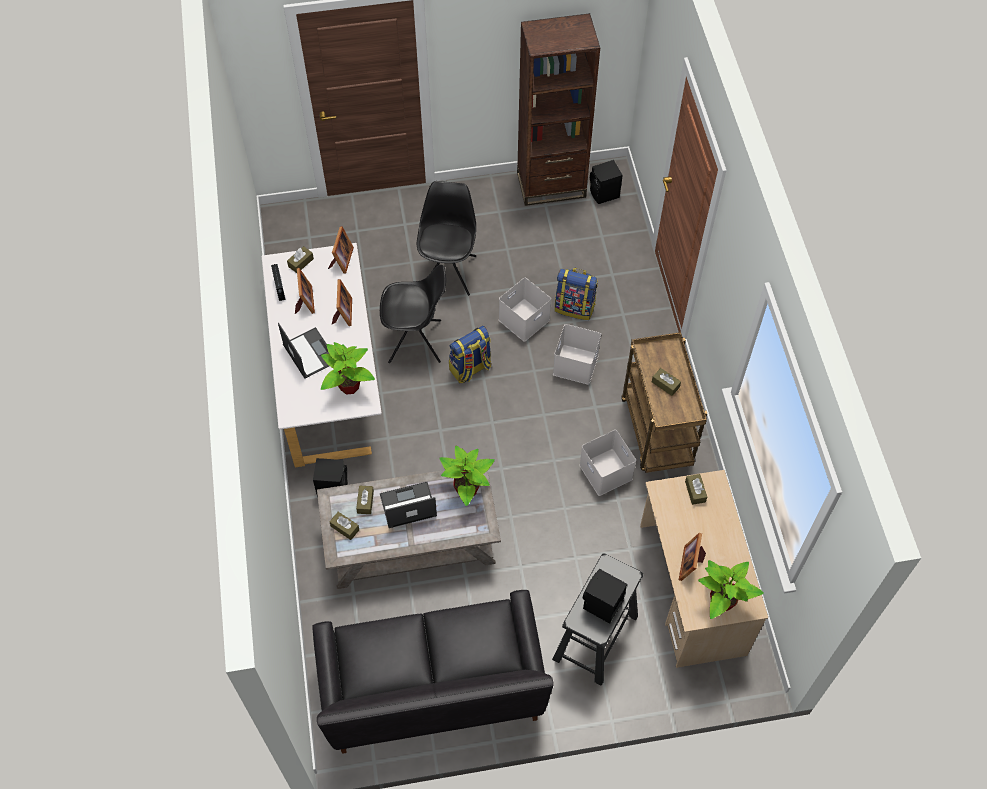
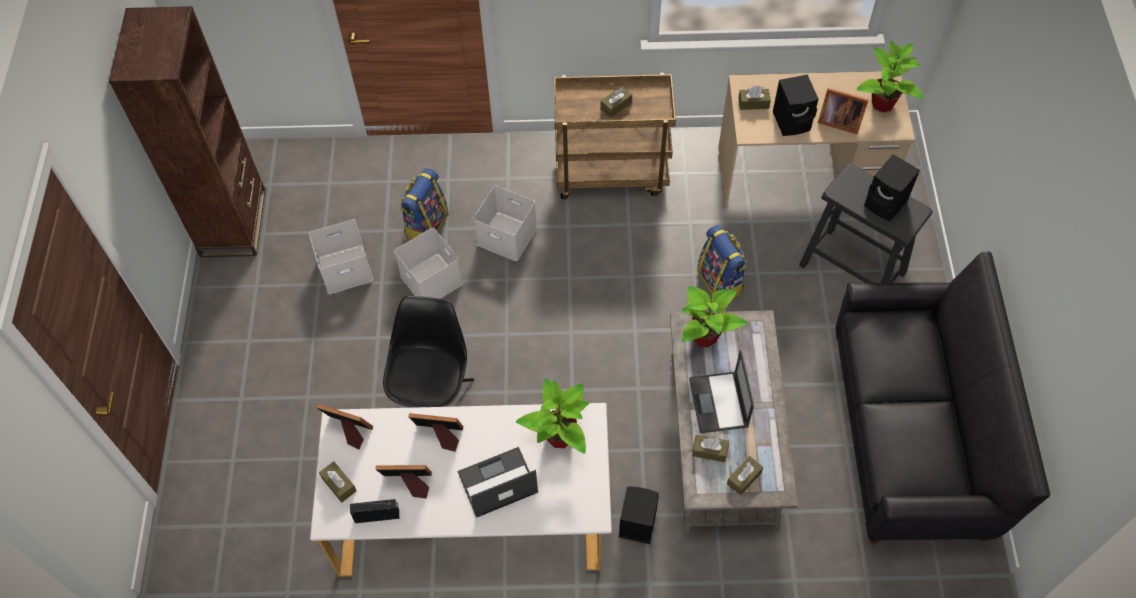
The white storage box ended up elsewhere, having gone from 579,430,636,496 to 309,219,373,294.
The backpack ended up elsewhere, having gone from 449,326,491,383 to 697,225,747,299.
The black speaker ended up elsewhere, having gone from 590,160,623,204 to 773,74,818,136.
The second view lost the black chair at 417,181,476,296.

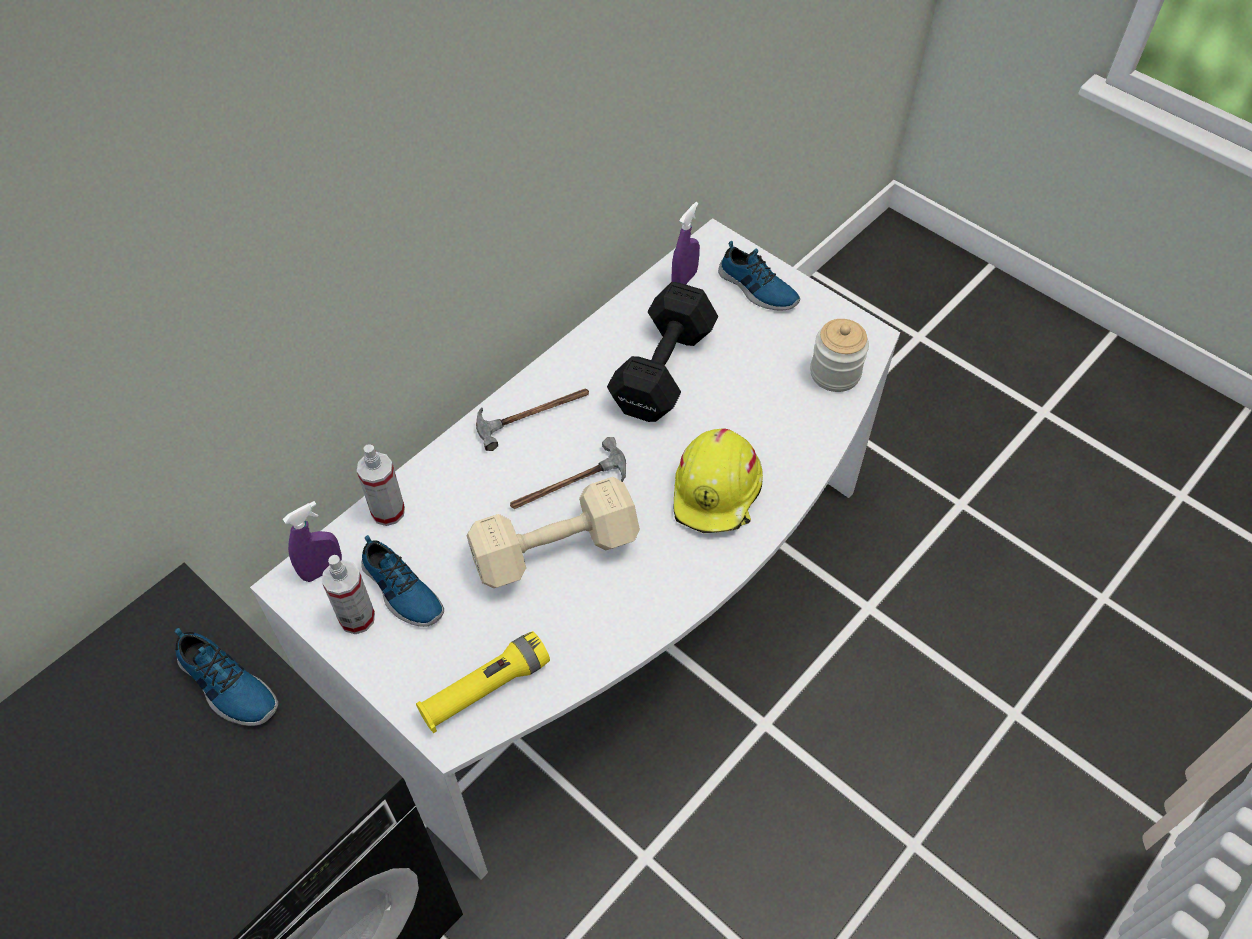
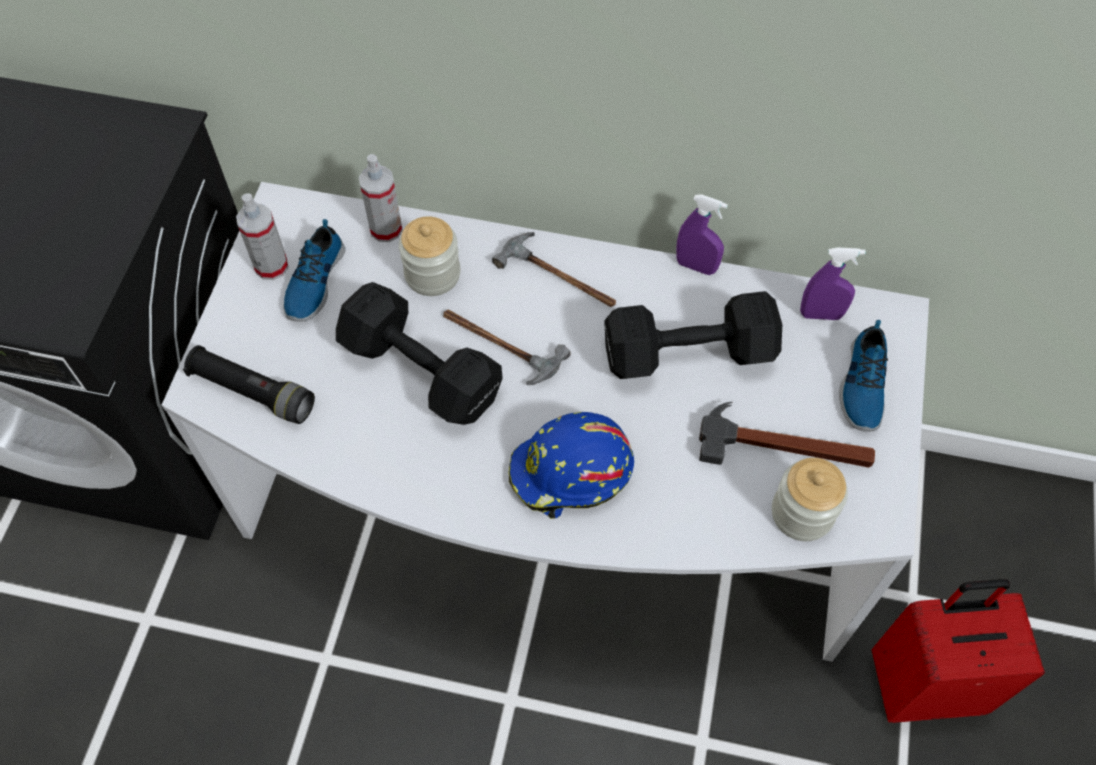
What was the yellow flashlight at 416,631,550,733 turned into the black flashlight at 183,345,315,424.
What was the beige dumbbell at 467,477,640,588 turned into the black dumbbell at 336,282,503,425.
The second view gained the jar at 399,216,460,296.
What was the yellow hard hat at 674,429,763,533 turned into the blue hard hat at 509,412,634,519.
The purple spray bottle ended up elsewhere, having gone from 283,501,342,582 to 676,195,728,275.
The second view gained the hammer at 699,402,875,468.
The second view gained the red suitcase at 872,579,1045,723.
The second view lost the shoe at 175,628,278,726.

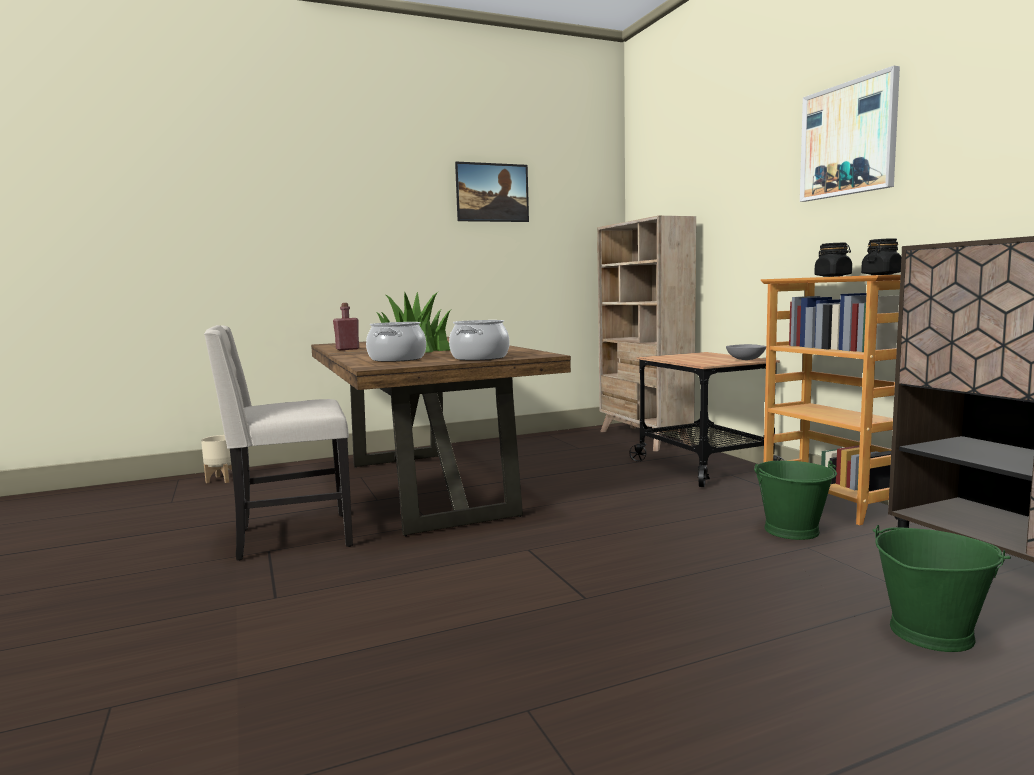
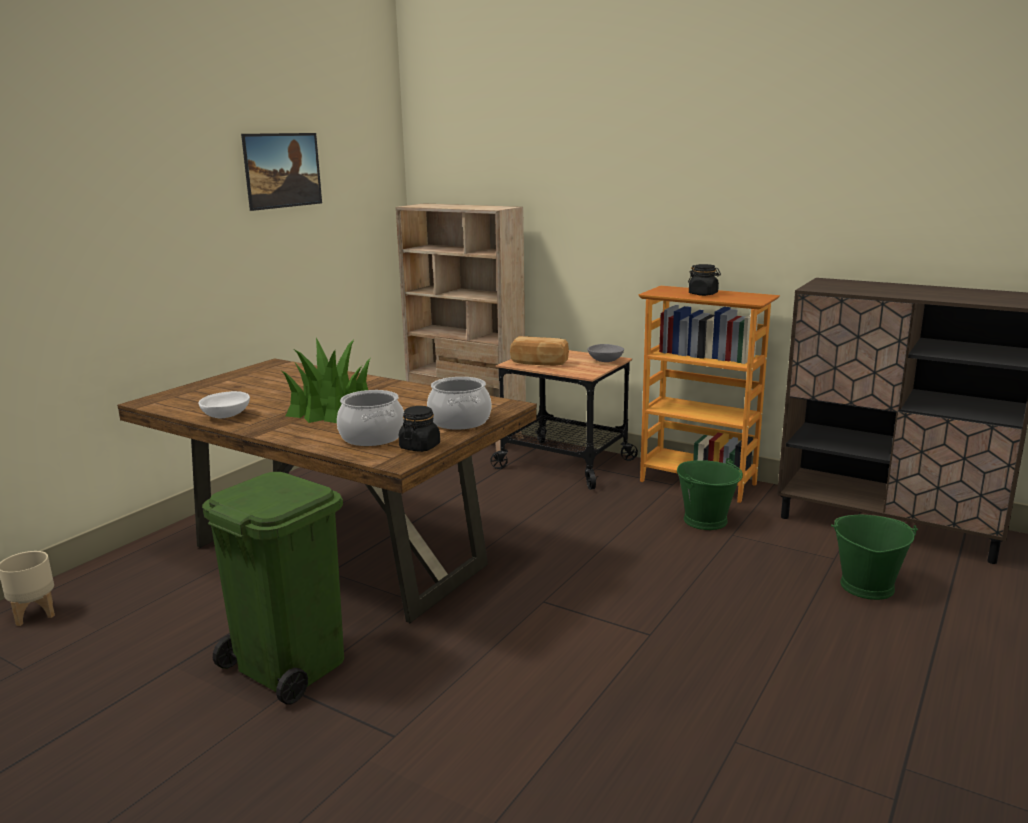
Where the red bottle stood at 333,303,359,350, the white bowl came to stand at 198,391,250,419.
Where the beige chair stood at 204,325,353,561, the green trash can came to stand at 202,472,344,705.
The black jar ended up elsewhere, having gone from 861,238,901,275 to 399,406,440,452.
The second view gained the bread at 510,336,569,366.
The second view lost the picture at 800,66,900,202.

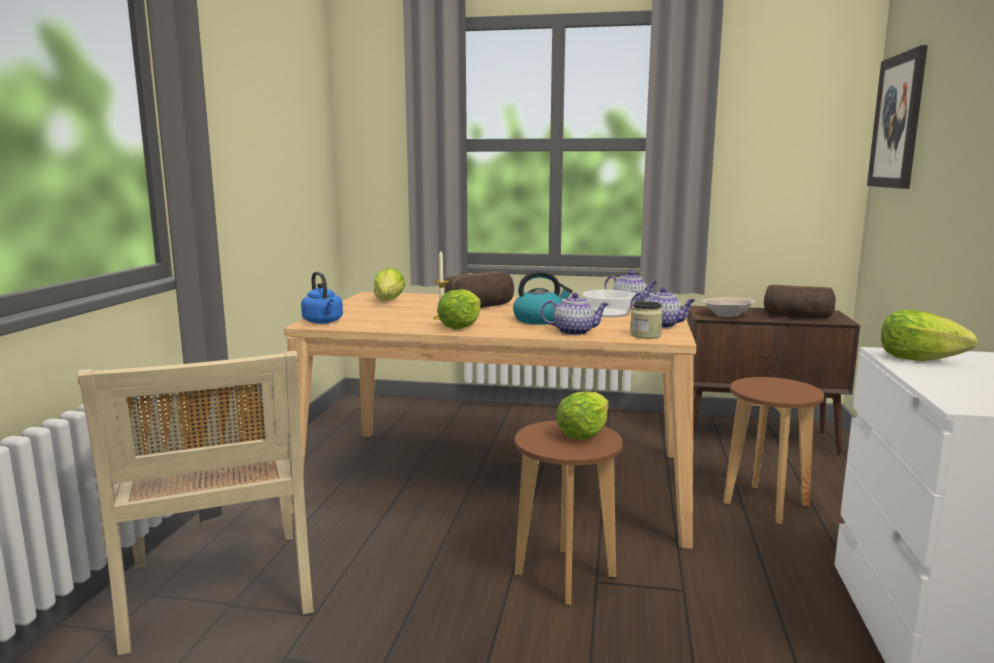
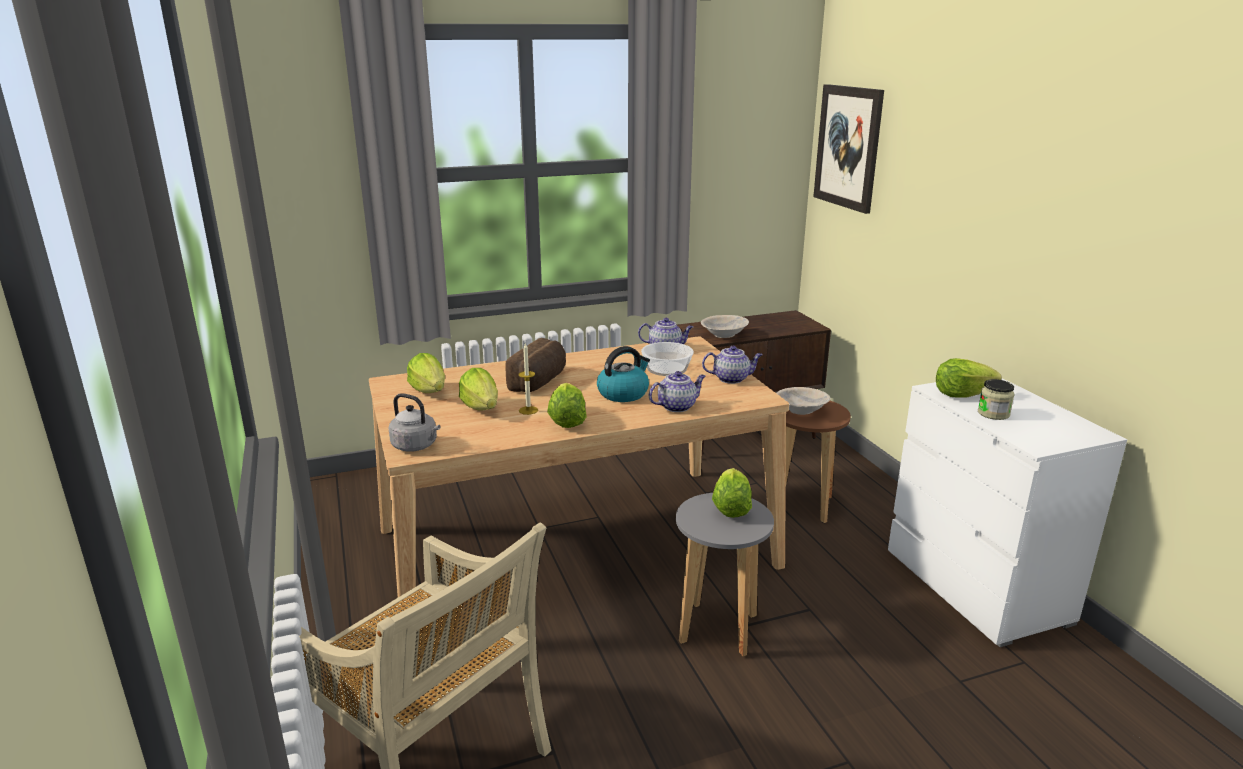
What was the blue kettle at 301,272,343,324 turned into the grey kettle at 389,393,440,452.
The second view gained the lettuce at 459,368,498,411.
What was the brown stool at 515,420,623,605 turned into the grey stool at 676,493,774,656.
The second view gained the beige bowl at 776,387,830,415.
The jar ended up elsewhere, having gone from 630,301,663,339 to 978,379,1014,420.
The second view lost the bread at 764,285,836,318.

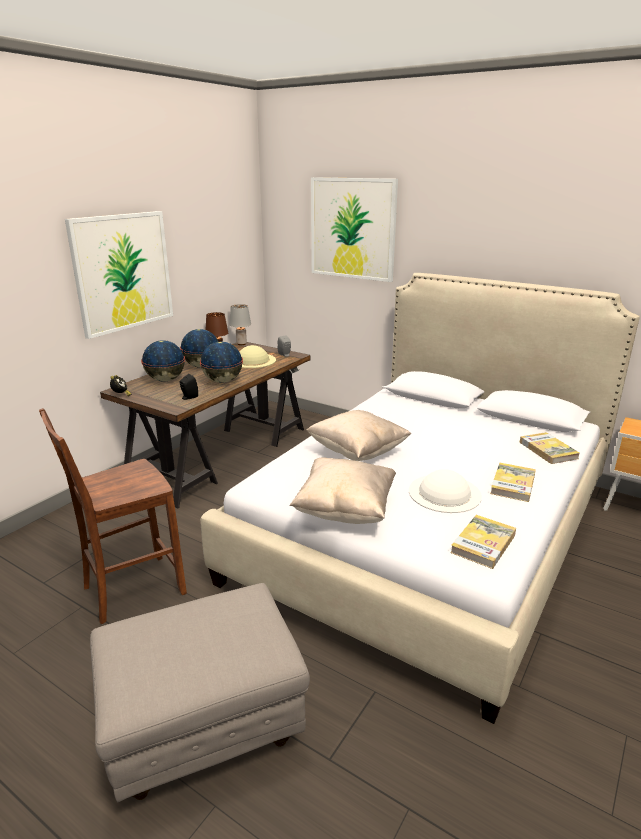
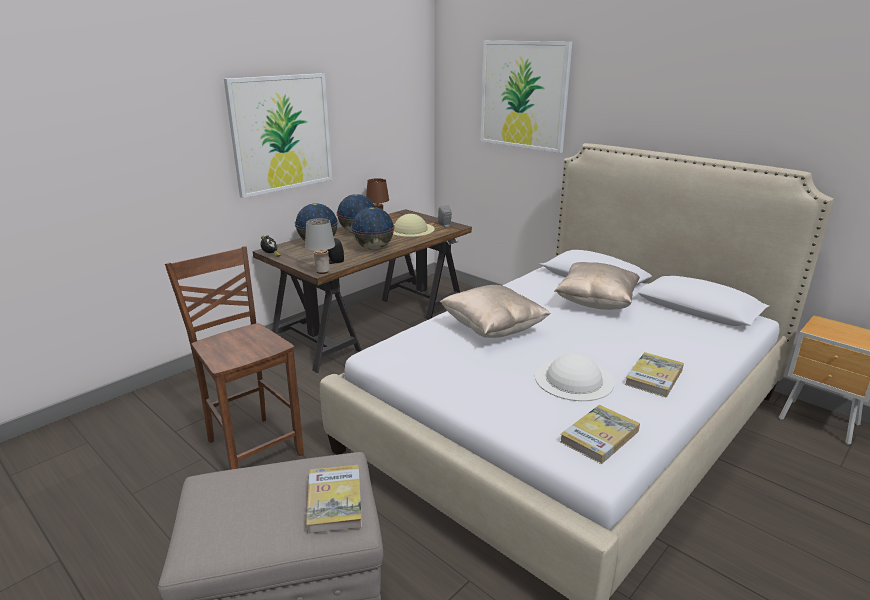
The brown chair at 39,408,187,624 ended up facing another way, 75 degrees clockwise from before.
The grey table lamp ended up elsewhere, having gone from 229,304,251,345 to 305,218,335,274.
The book ended up elsewhere, having gone from 520,432,579,464 to 306,465,362,534.
The beige pillow ended up elsewhere, having gone from 289,458,396,524 to 554,262,640,310.

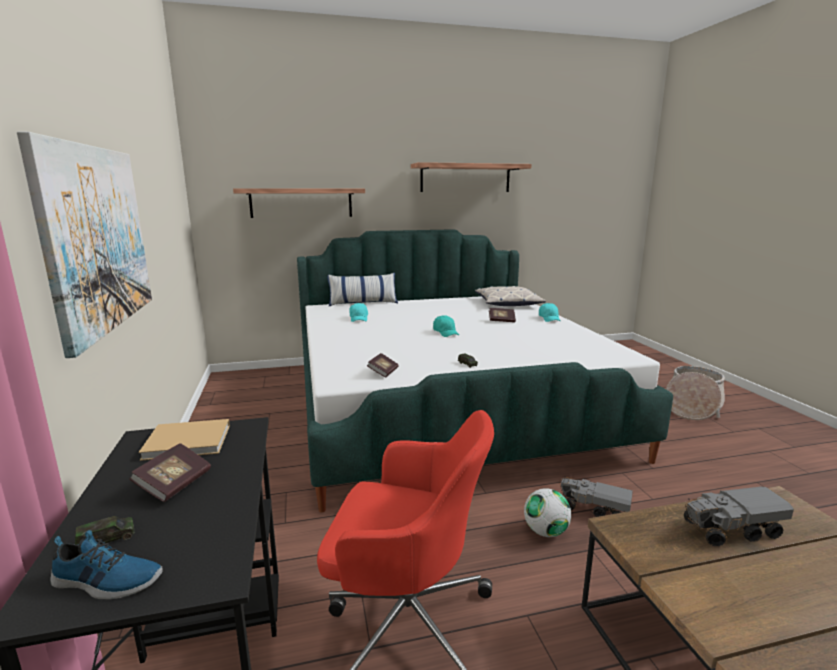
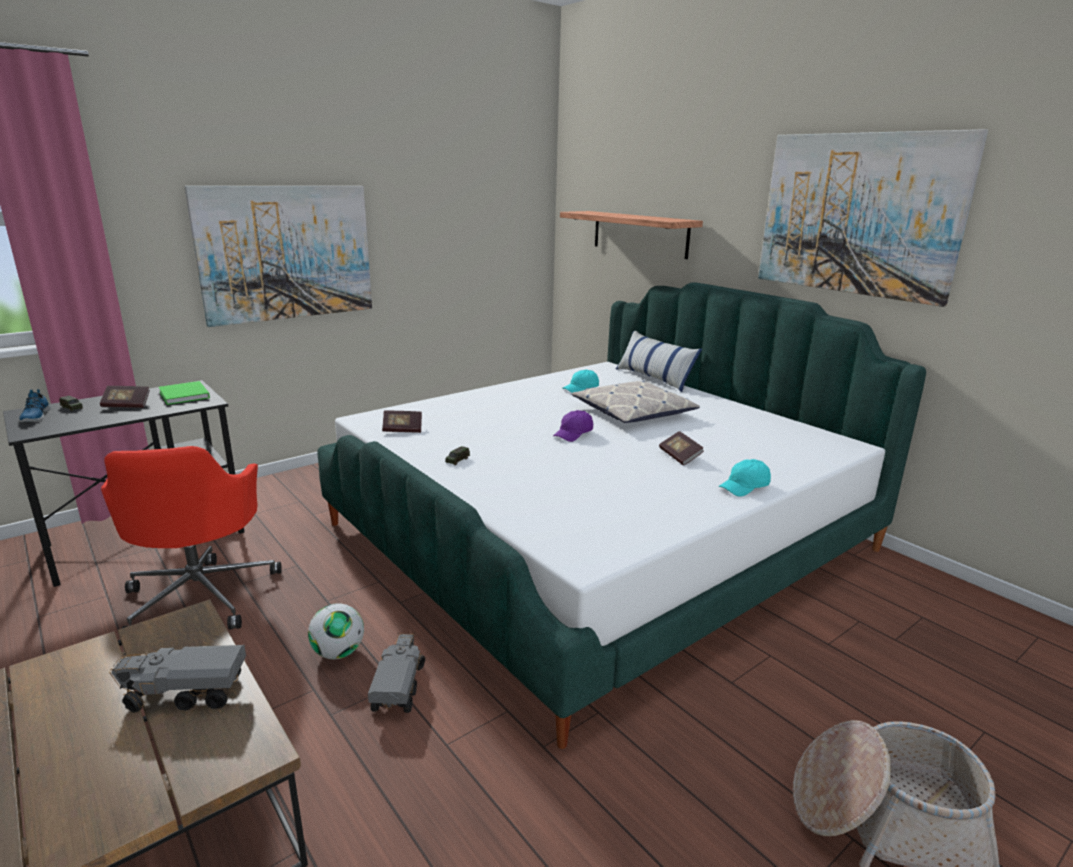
The toy truck at 684,486,794,547 ended up facing another way, 60 degrees counterclockwise from before.
What was the beige book at 138,419,230,461 turned into the green book at 159,381,210,405.
What was the turquoise cap at 433,316,459,337 turned into the purple cap at 553,410,593,442.
The pillow ended up elsewhere, having gone from 475,286,546,306 to 572,380,700,423.
Where the shelf hung at 411,162,532,192, the picture came to hang at 758,129,988,307.

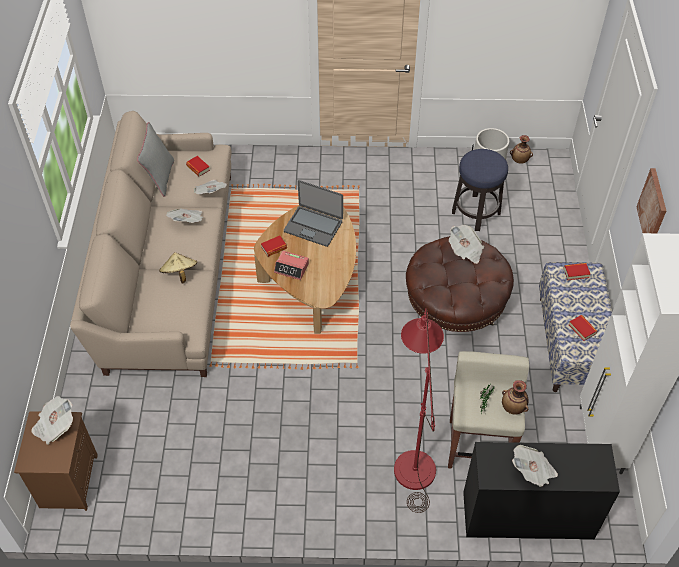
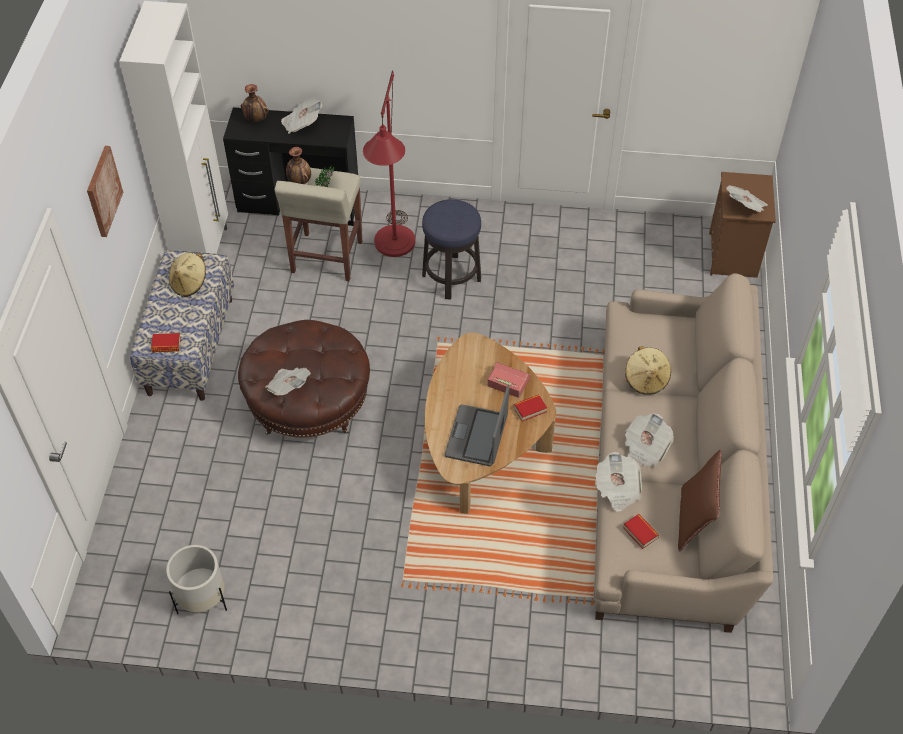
Where the book stood at 569,315,597,341, the beige hat came to stand at 169,253,206,297.
The vase ended up elsewhere, having gone from 510,135,533,164 to 241,84,269,122.
The stool ended up elsewhere, having gone from 452,149,508,231 to 422,199,481,300.
The laptop at 284,180,343,247 ended up facing another way, 105 degrees counterclockwise from before.
What was the grey pillow at 137,122,174,197 turned into the brown pillow at 678,450,722,551.

